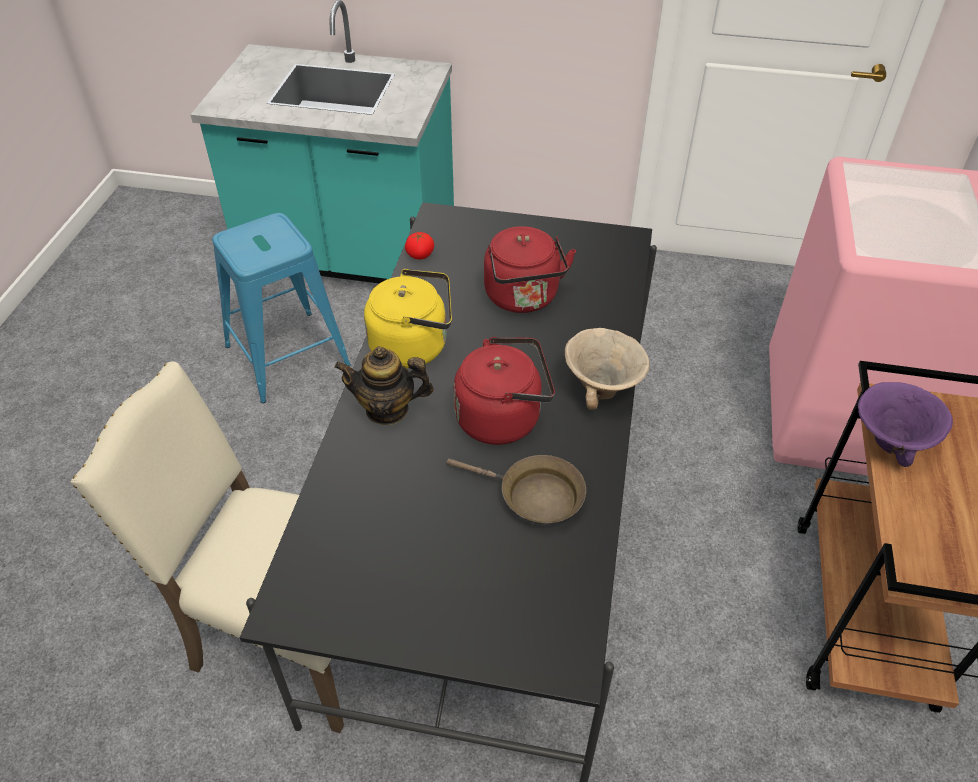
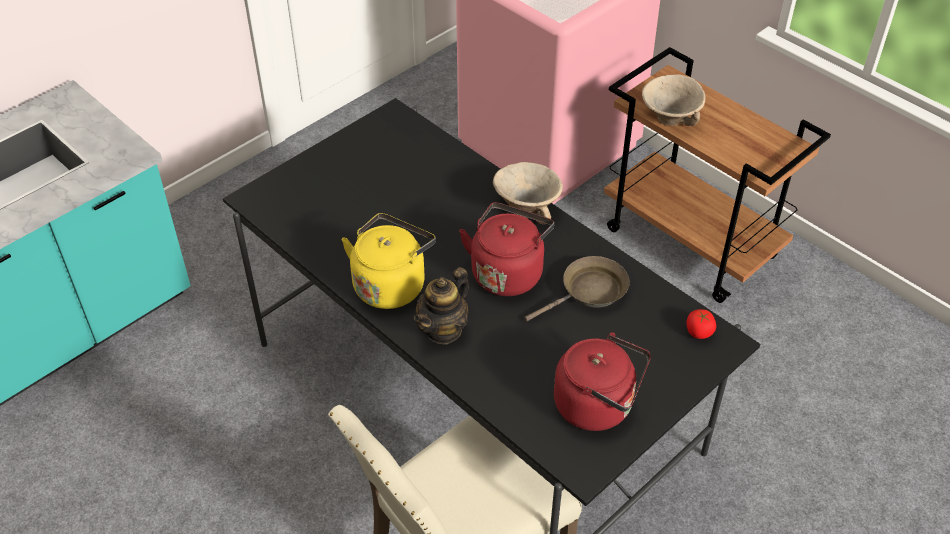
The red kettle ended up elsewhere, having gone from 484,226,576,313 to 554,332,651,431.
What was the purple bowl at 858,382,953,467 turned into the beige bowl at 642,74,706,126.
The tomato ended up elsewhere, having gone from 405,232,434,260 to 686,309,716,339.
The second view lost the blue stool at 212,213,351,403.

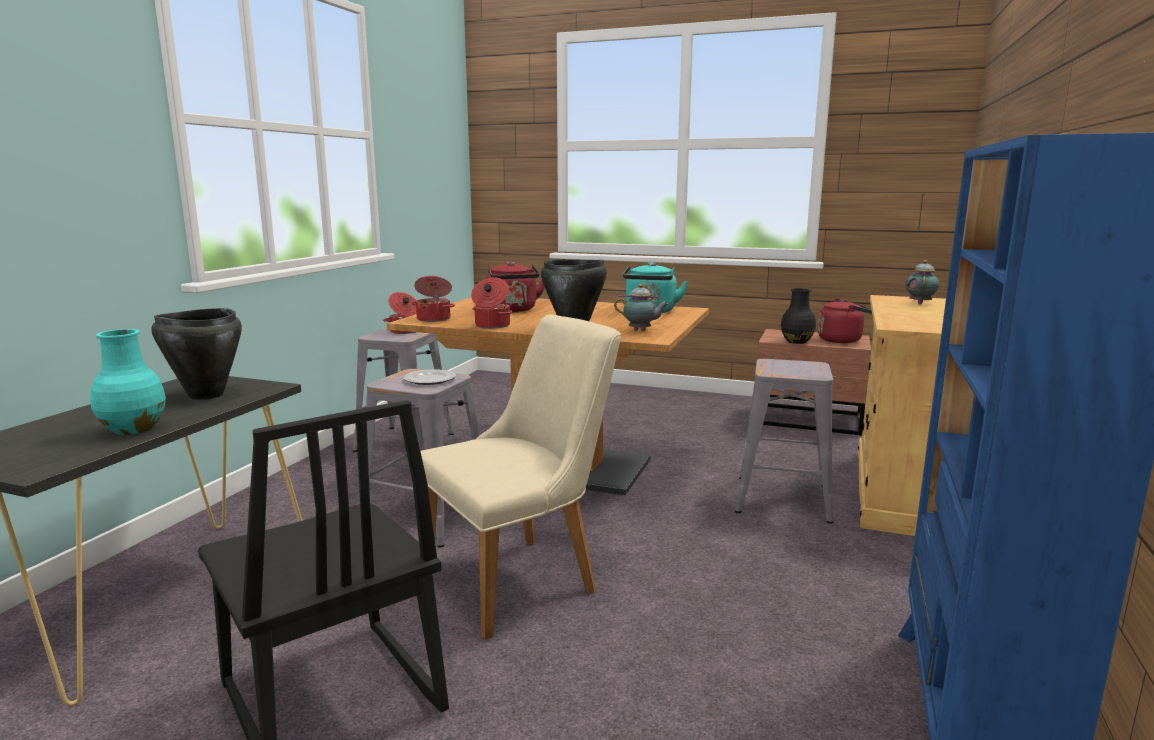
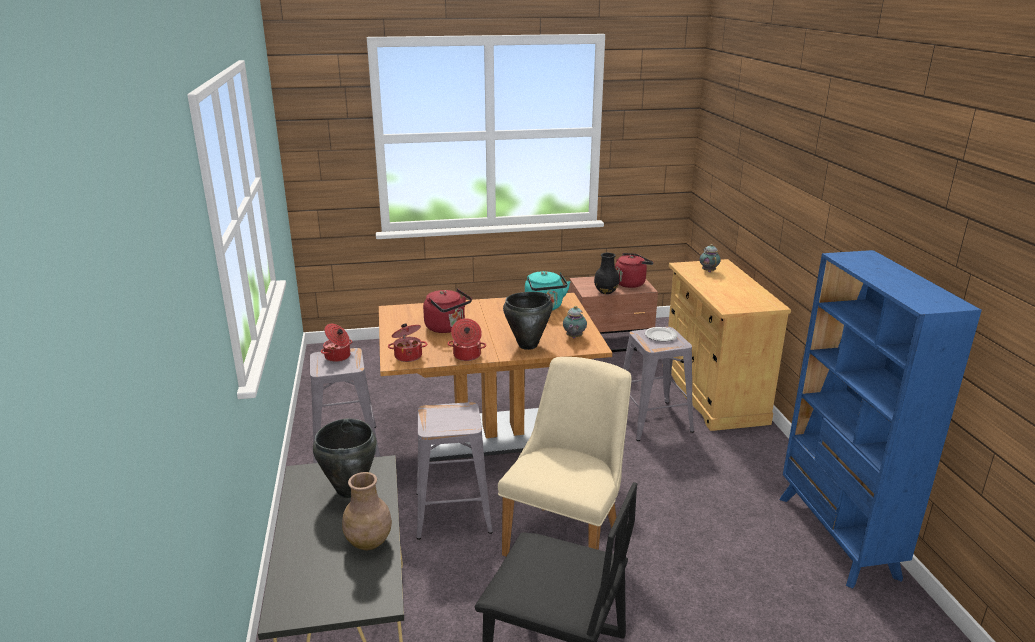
What was the turquoise vase at 90,329,166,435 turned into the brown vase at 342,472,392,550.
The teapot at 614,284,669,331 ended up facing another way, 120 degrees clockwise from before.
The plate ended up elsewhere, having gone from 404,369,456,385 to 645,327,678,341.

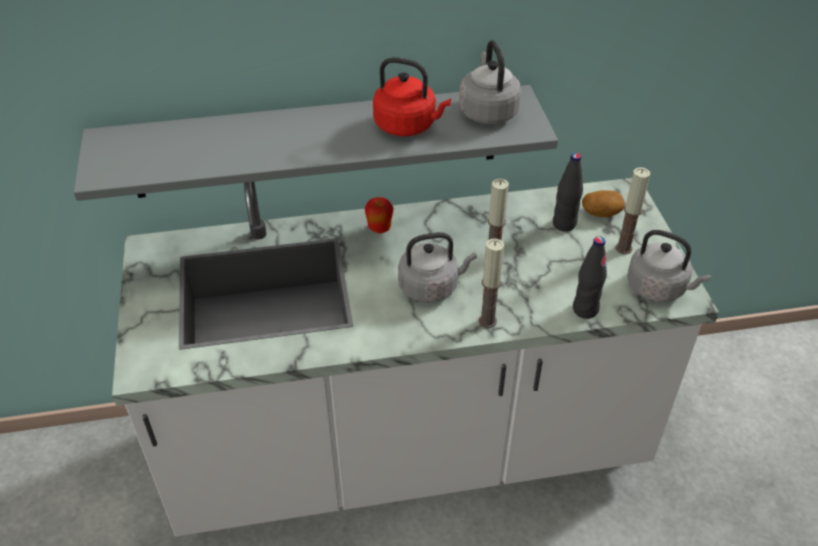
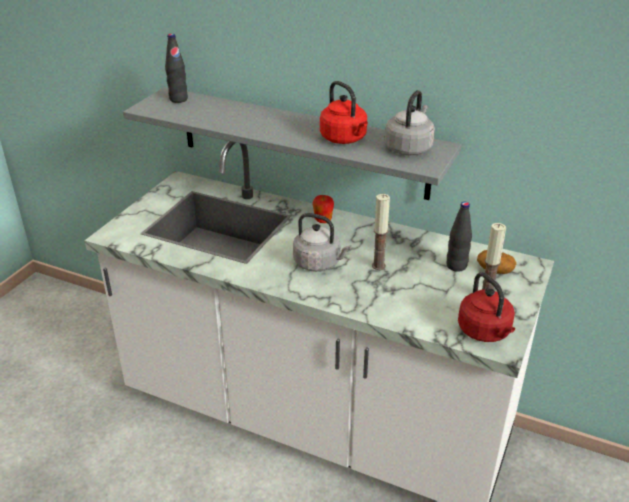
The black bottle ended up elsewhere, having gone from 573,236,607,319 to 165,34,188,103.
What was the grey kettle at 627,230,711,302 turned into the red kettle at 458,272,515,342.
The second view lost the candle at 479,238,504,328.

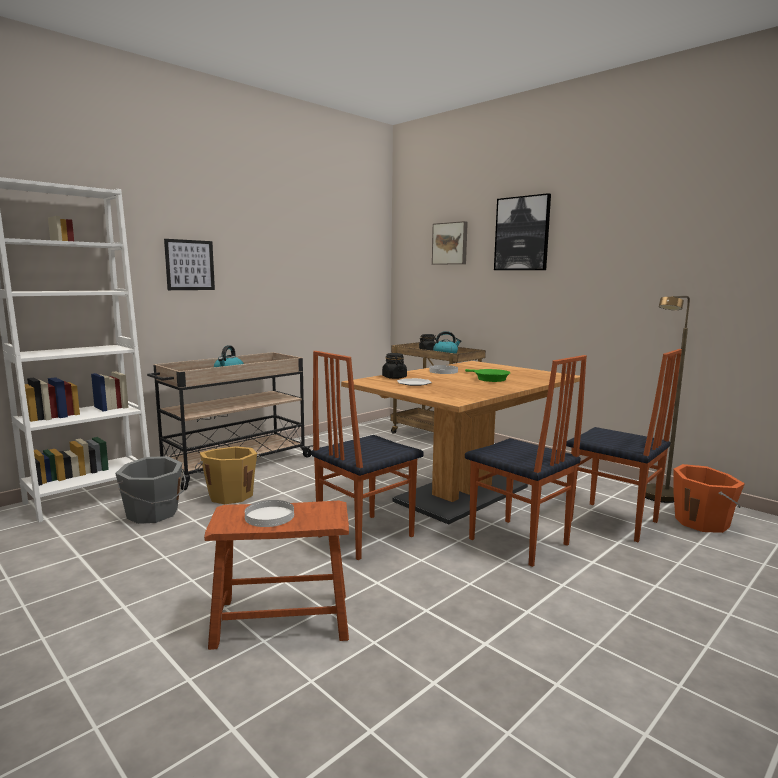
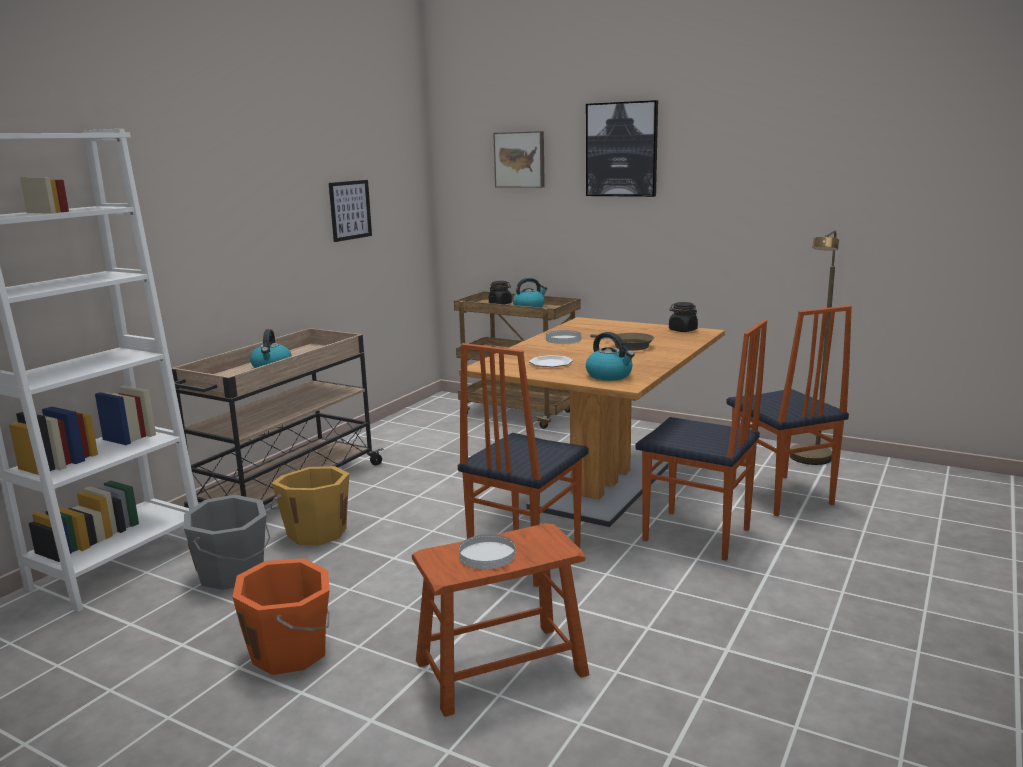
The orange bucket ended up elsewhere, having gone from 673,464,745,533 to 232,558,330,675.
The picture ended up elsewhere, having gone from 164,239,215,290 to 329,180,372,242.
The second view gained the kettle at 586,332,634,381.
What was the green frying pan at 465,369,511,382 turned into the brown frying pan at 590,333,654,351.
The black jar ended up elsewhere, having gone from 382,353,407,379 to 669,302,698,332.
The chair at 566,349,682,542 ended up facing another way, 45 degrees clockwise from before.

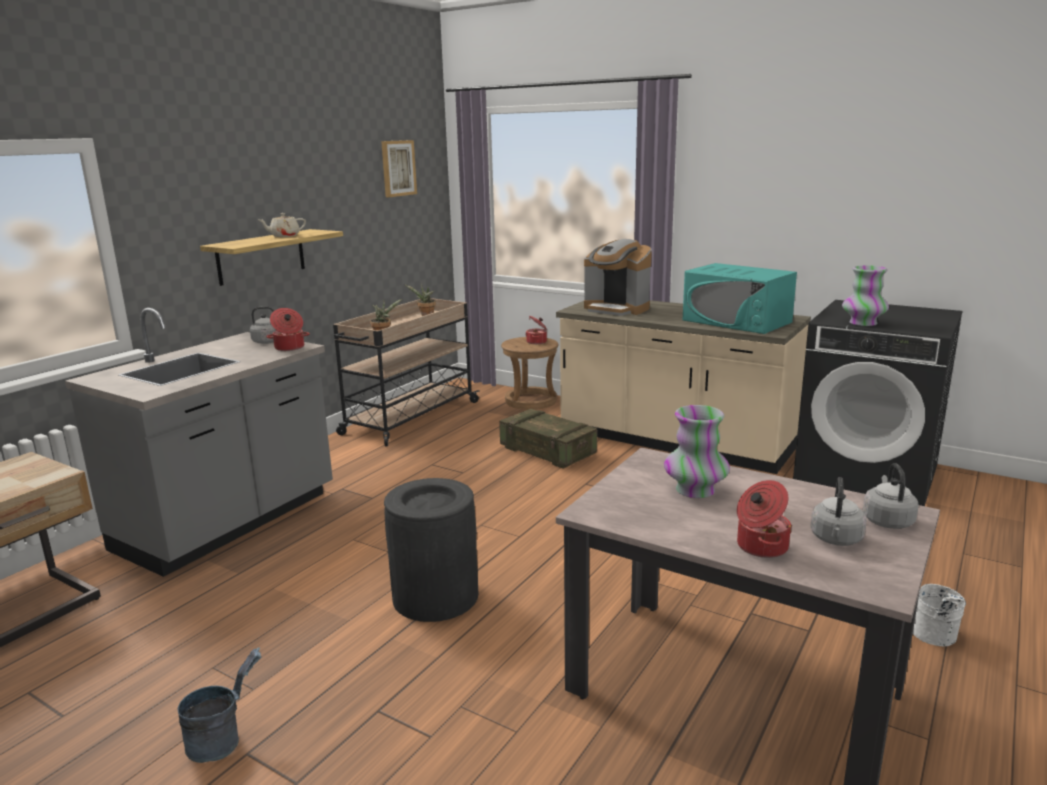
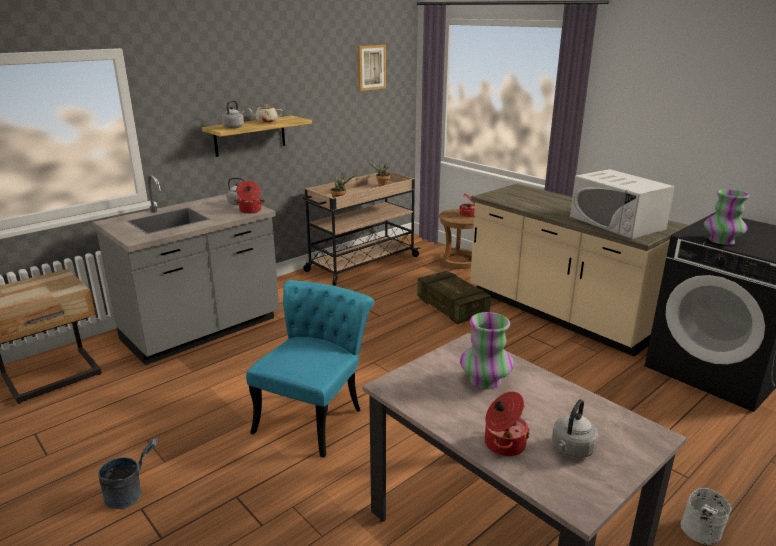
The grey kettle ended up elsewhere, having gone from 863,463,919,529 to 222,100,244,129.
Where the black trash can stood at 384,478,478,622, the turquoise chair came to stand at 246,280,375,458.
What was the turquoise microwave at 683,263,797,334 turned into the white microwave at 570,169,675,239.
The second view lost the coffee machine at 584,239,652,316.

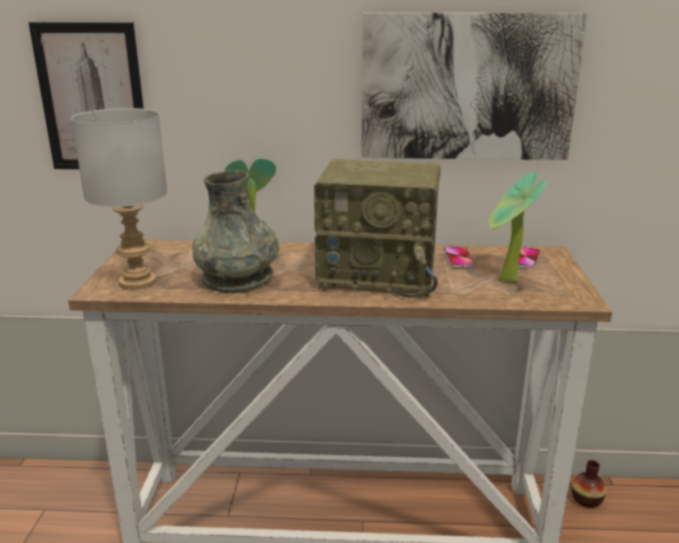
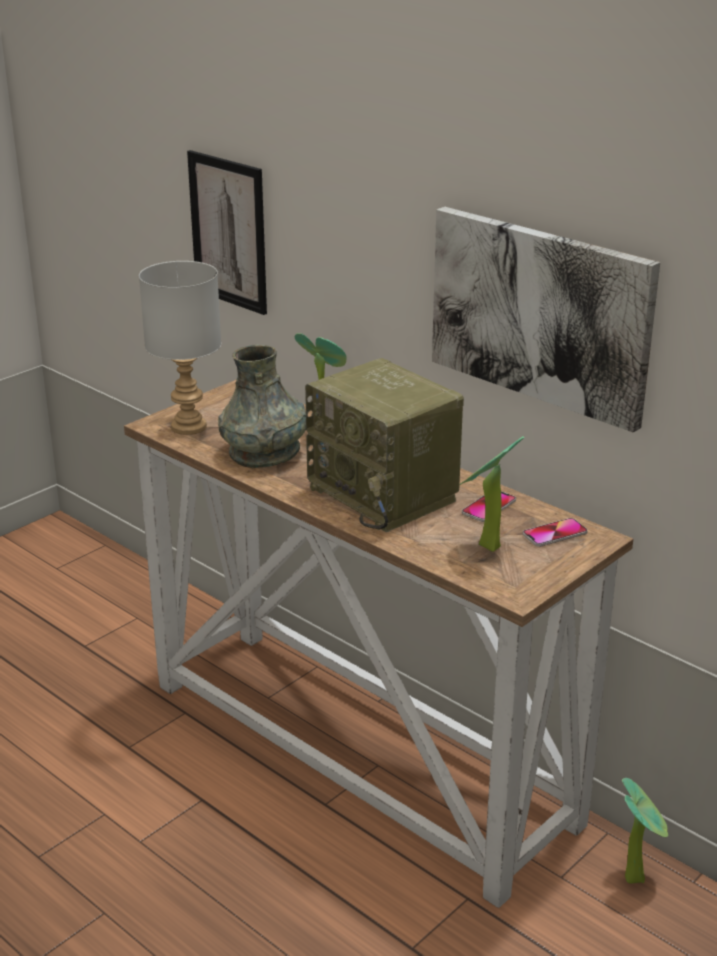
Where the vase stood at 571,460,606,508, the potted plant came to stand at 622,778,668,884.

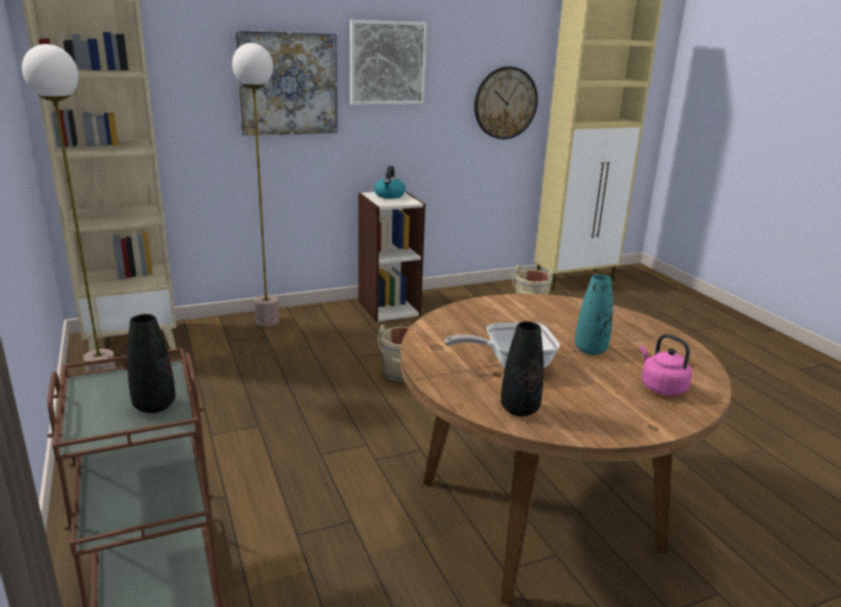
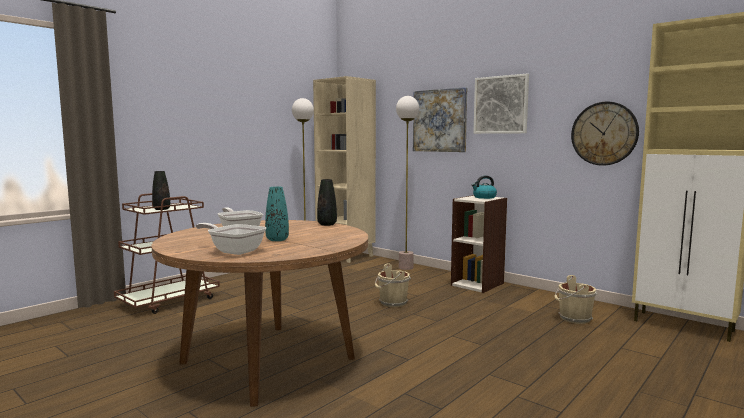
Where the pink kettle stood at 640,334,693,396, the frying pan came to stand at 196,223,266,255.
The black vase ended up elsewhere, having gone from 501,321,544,417 to 317,179,337,226.

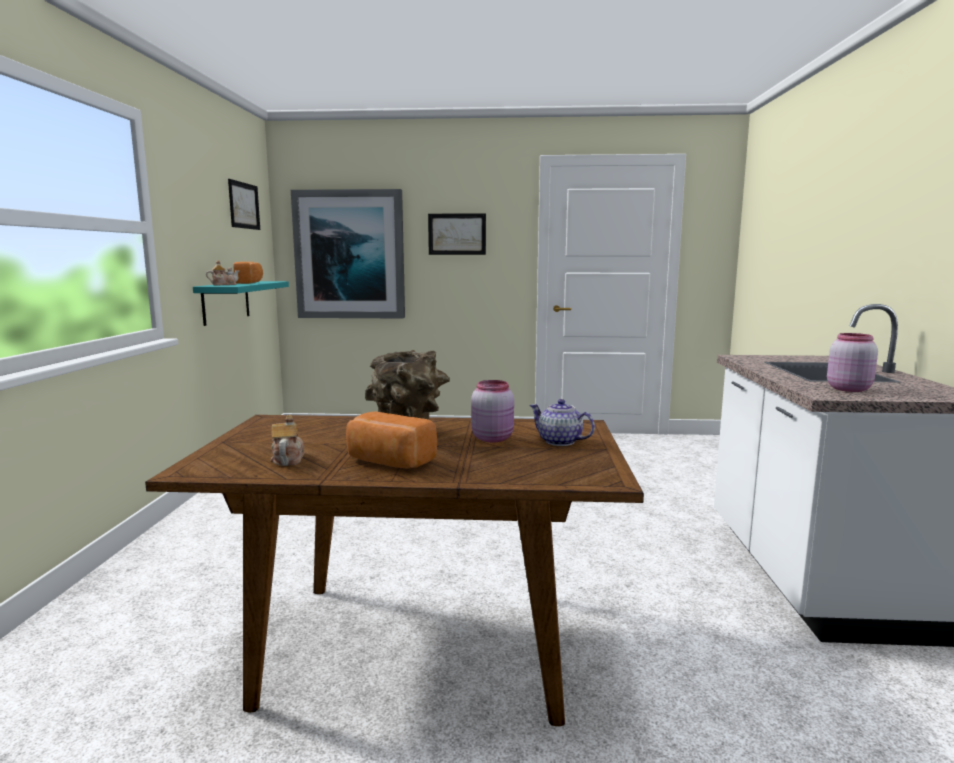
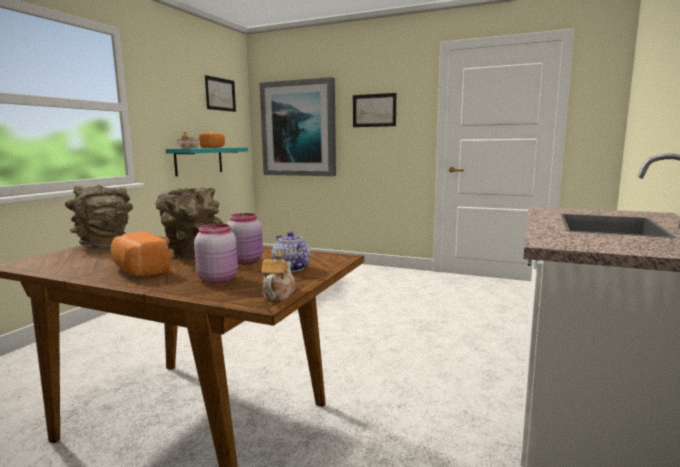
The second view gained the brown vase at 65,184,133,248.
The pink jar ended up elsewhere, having gone from 827,333,878,392 to 194,224,238,283.
The teapot ended up elsewhere, having gone from 271,415,304,466 to 261,252,295,301.

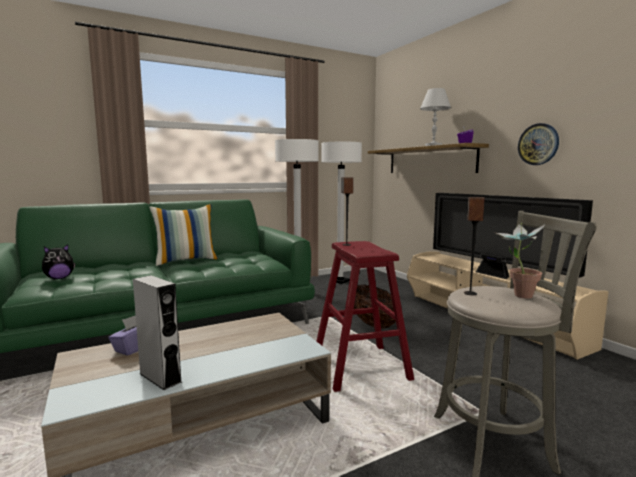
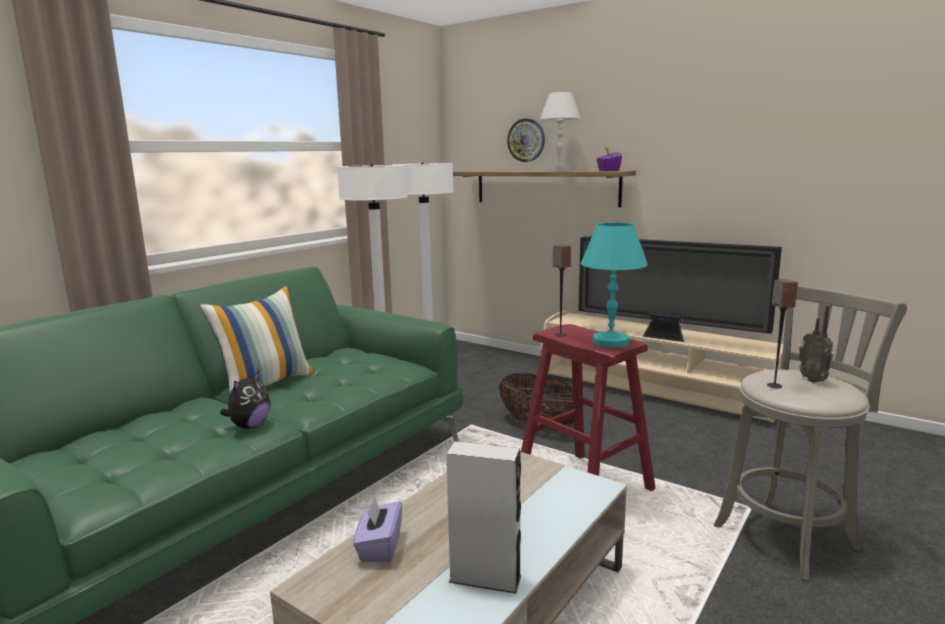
The plush toy ended up elsewhere, having gone from 42,244,75,279 to 220,370,271,429.
The wall clock ended up elsewhere, having gone from 518,123,559,165 to 507,118,545,162.
The second view gained the turquoise table lamp at 581,222,648,348.
Where the potted plant stood at 495,223,545,299, the radio came to stand at 799,305,833,383.

